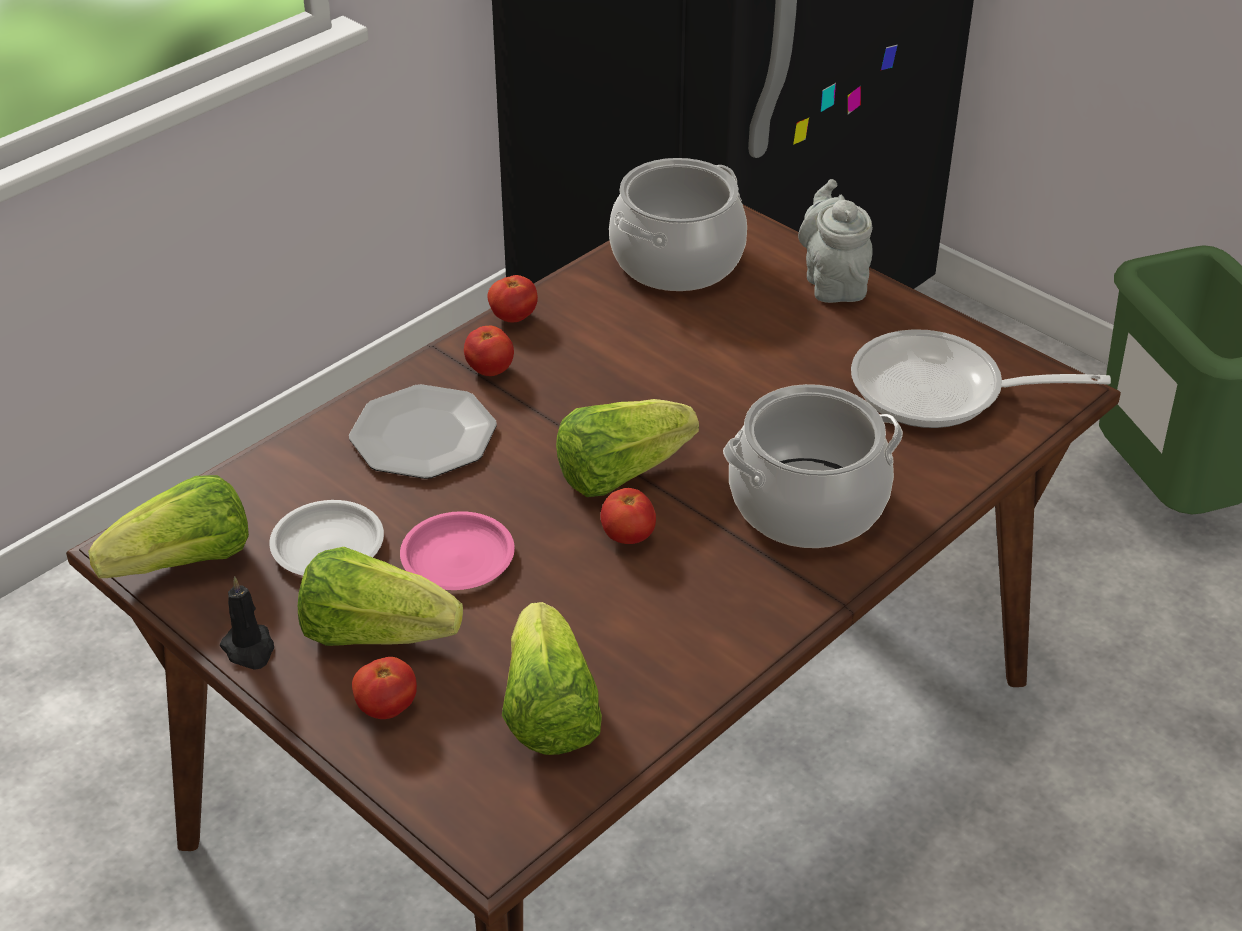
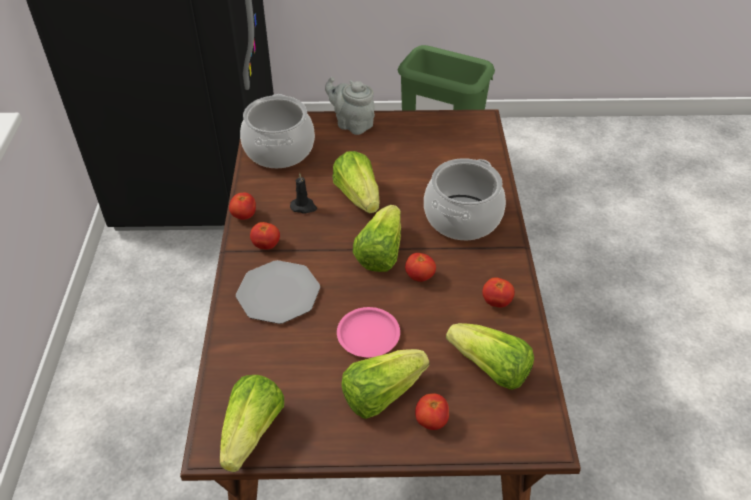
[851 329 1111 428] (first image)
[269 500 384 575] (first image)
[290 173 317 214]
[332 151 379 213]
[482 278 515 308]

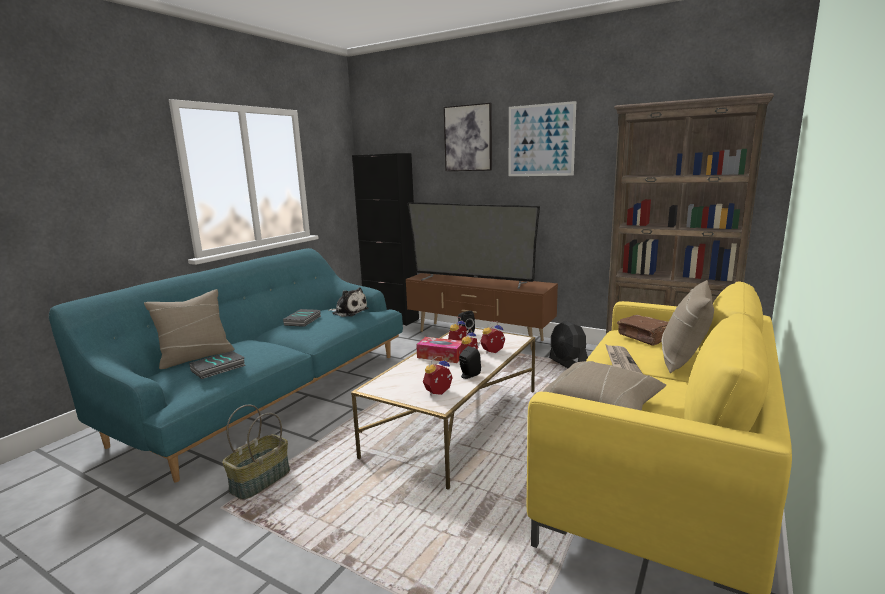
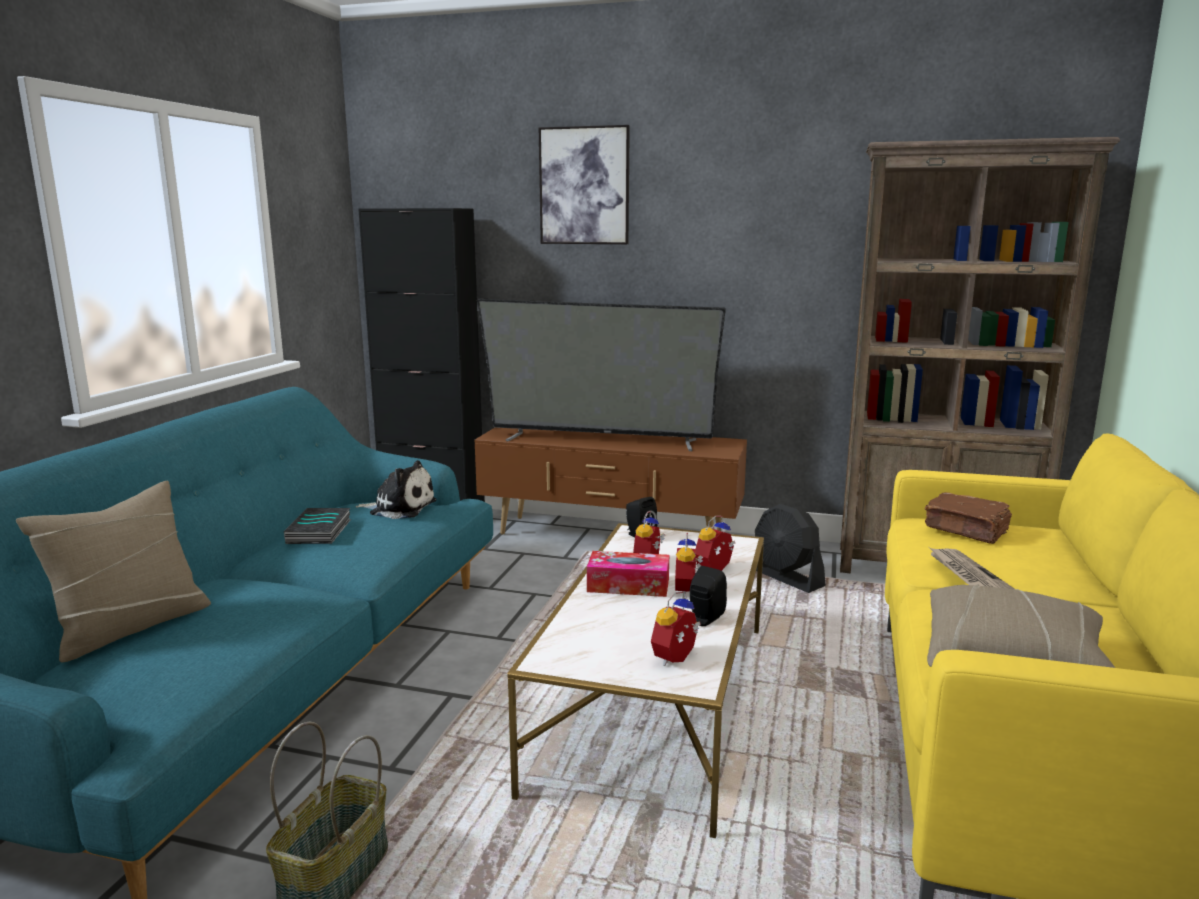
[509 101 576 176] (first image)
[661 280 714 373] (first image)
[189 351 246 379] (first image)

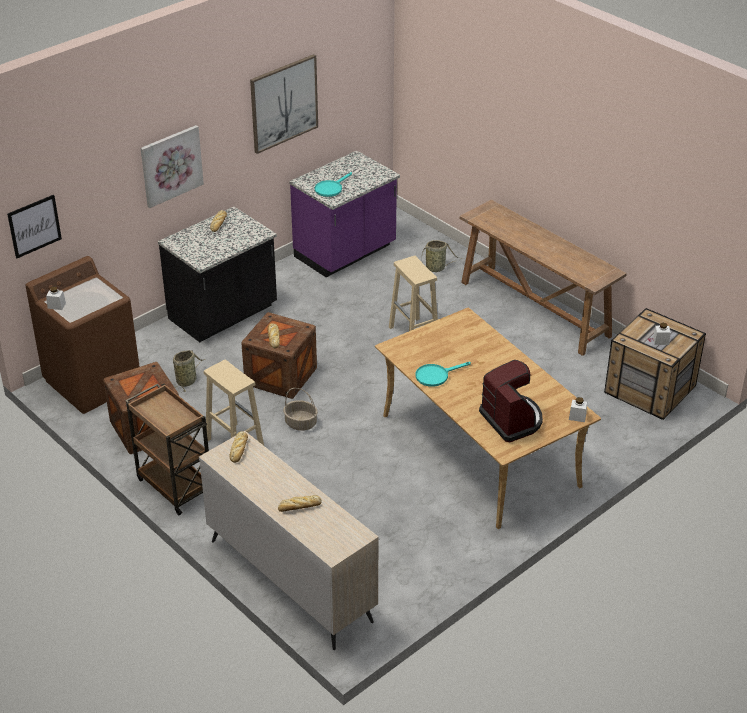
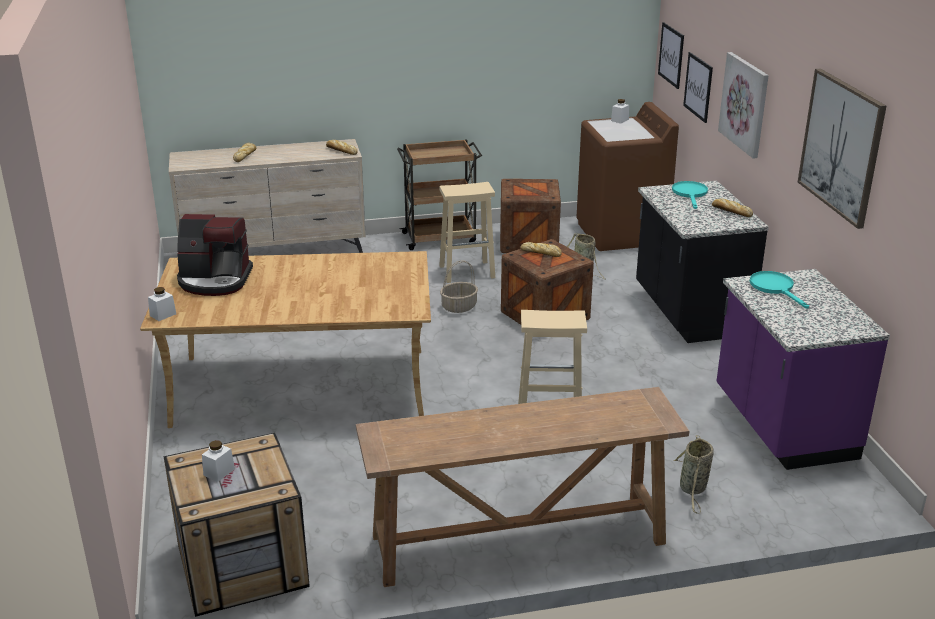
[672 181 708 209]
[683 52 713 123]

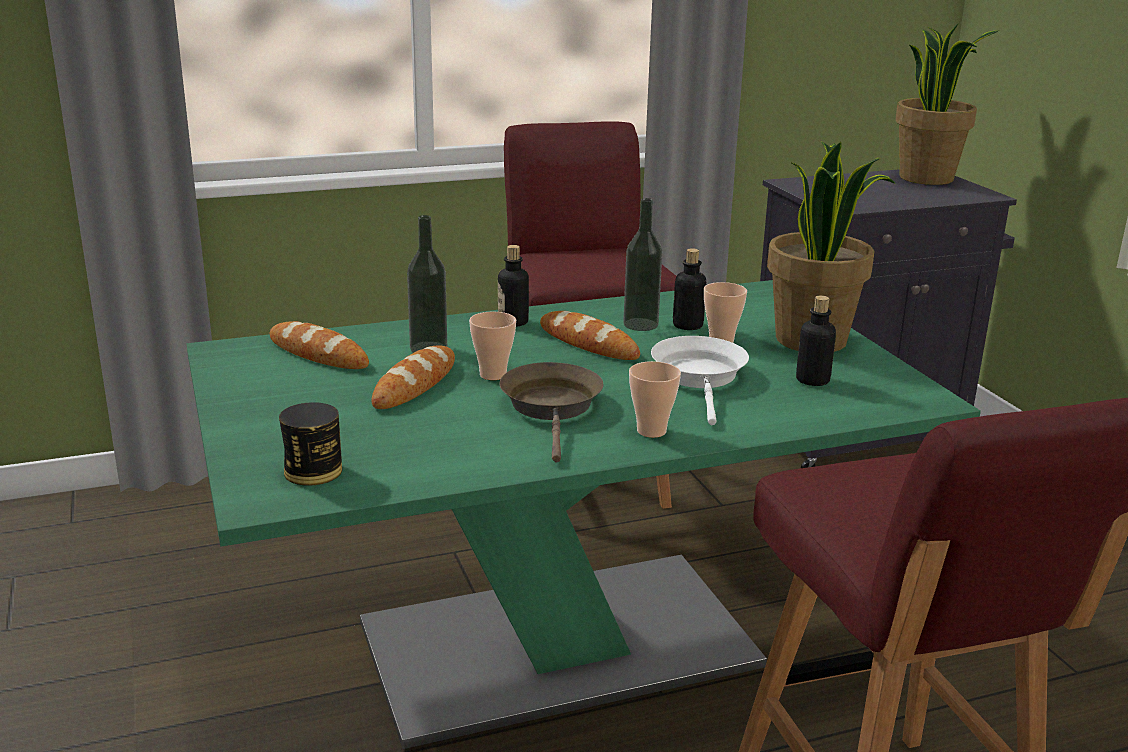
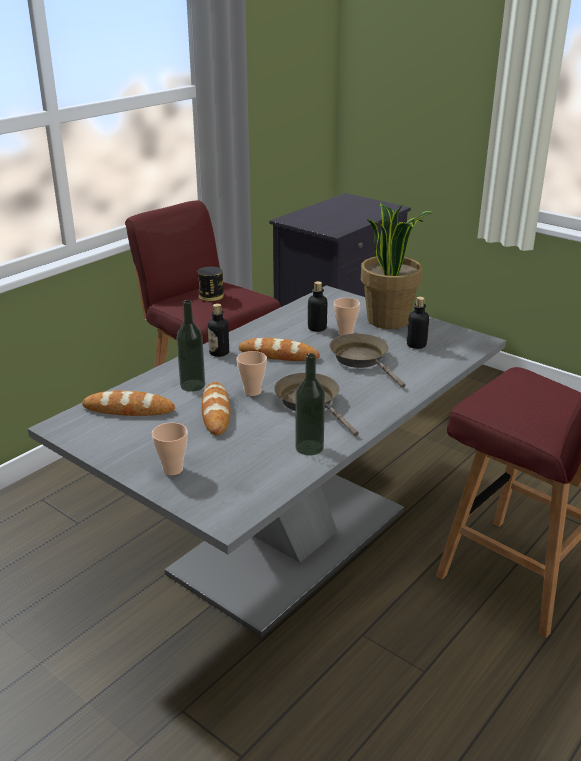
[895 23 999 185] (first image)
[295 353 325 456]
[28 285 506 637]
[329 334 406 388]
[152 423 188 475]
[197 267 224 302]

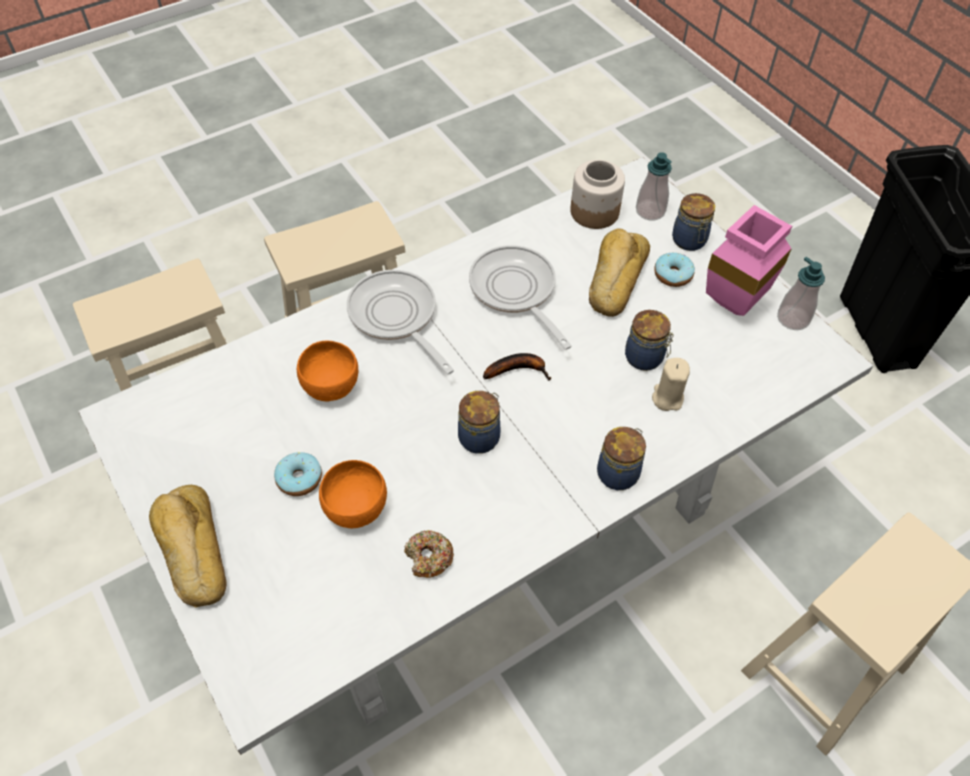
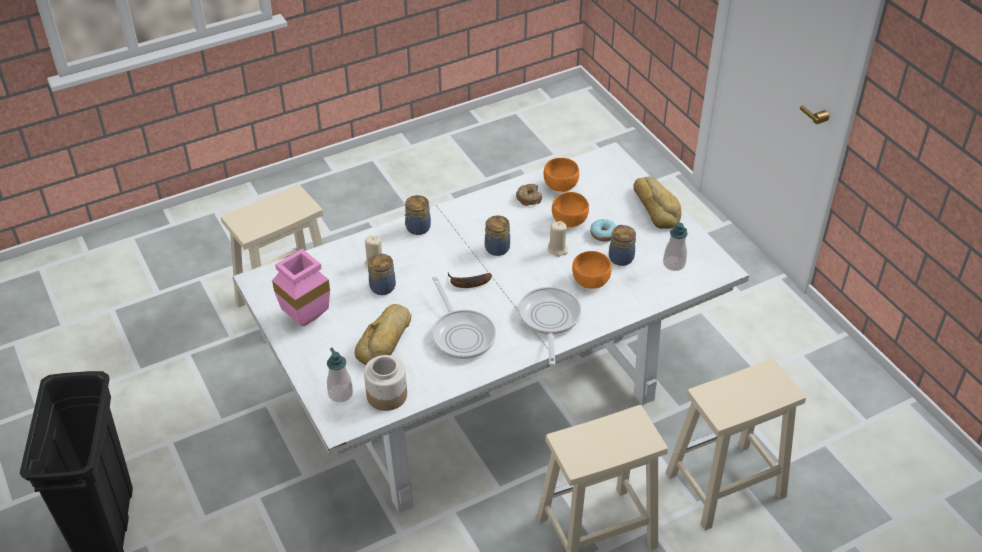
[609 225 636 266]
[654 253 695 287] (first image)
[663 223 688 271]
[518 287 581 365]
[543 158 579 192]
[548 221 568 257]

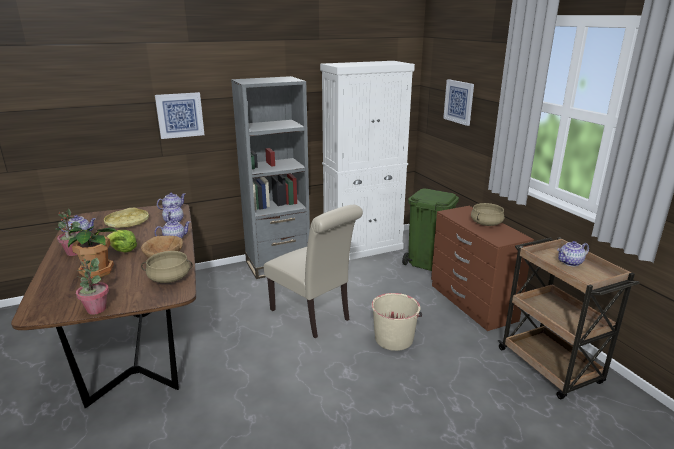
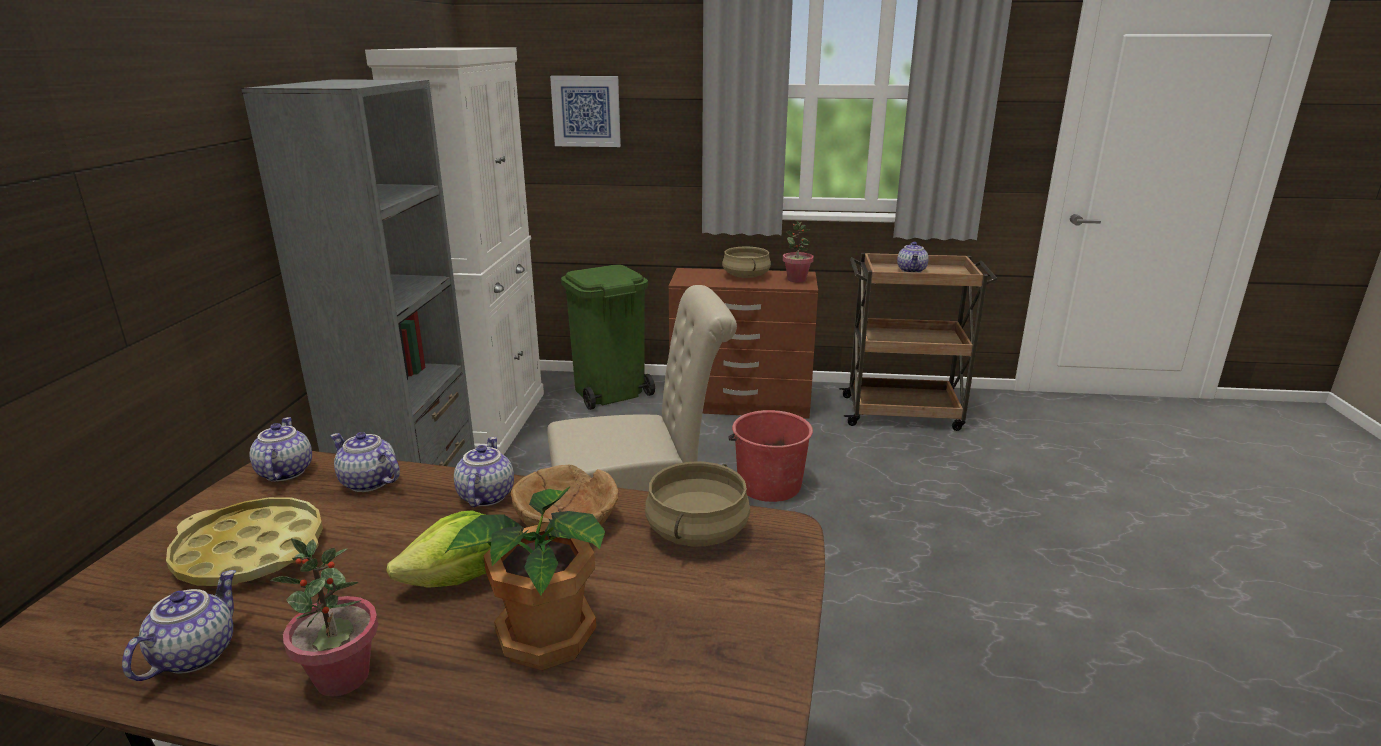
[155 92 205 139] (first image)
[783 221 814 283]
[729 410 813 502]

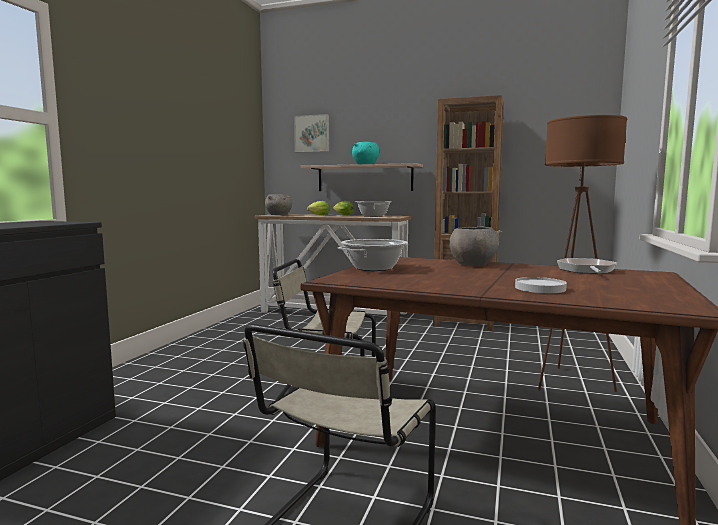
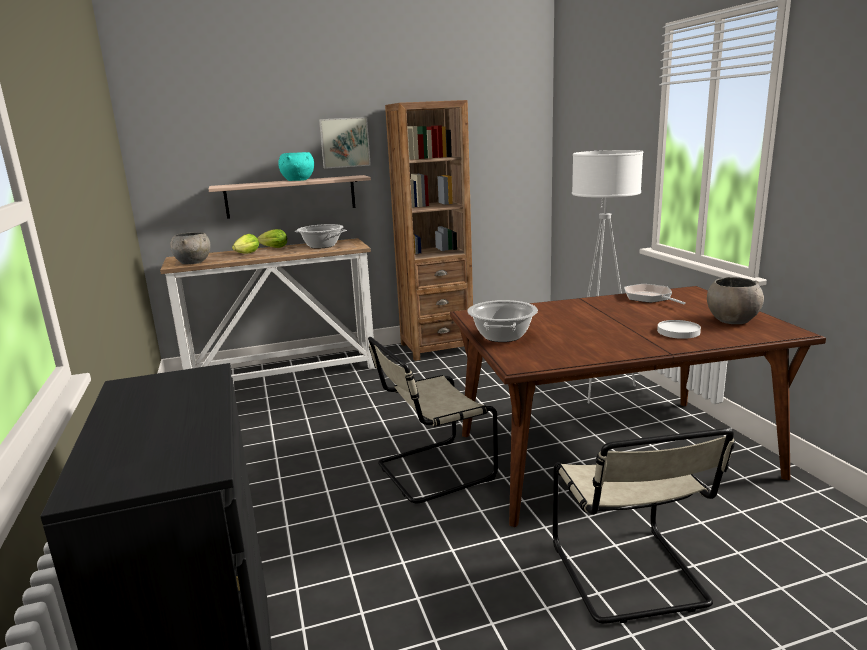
[319 117 371 169]
[572 150 643 403]
[707 277 764 324]

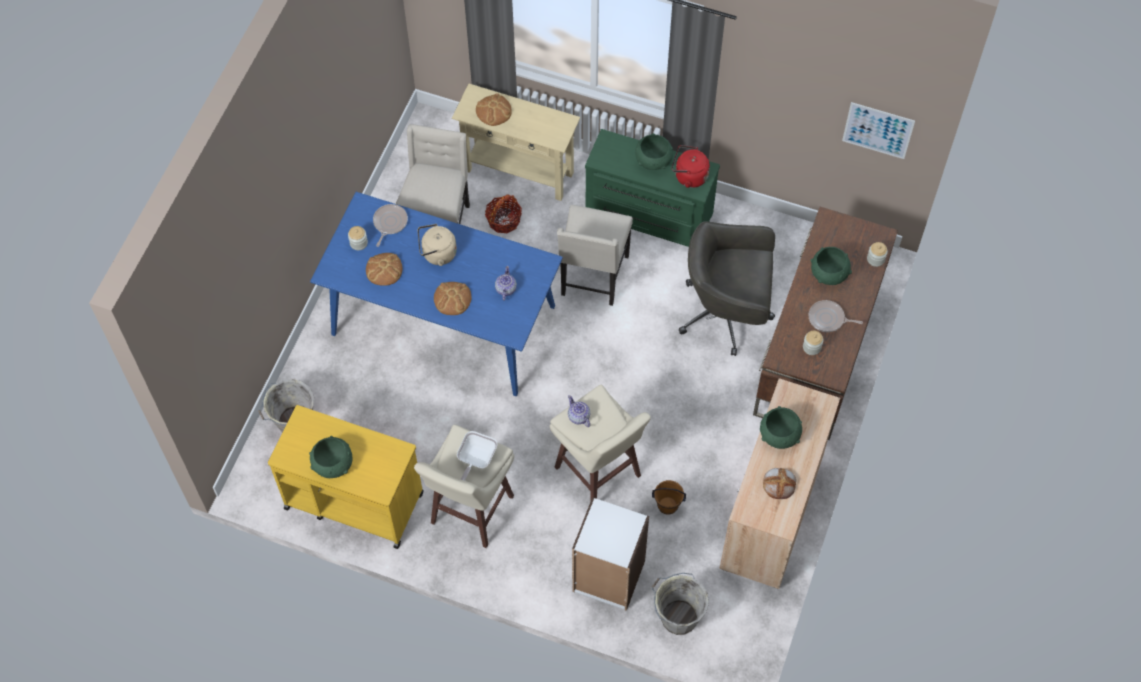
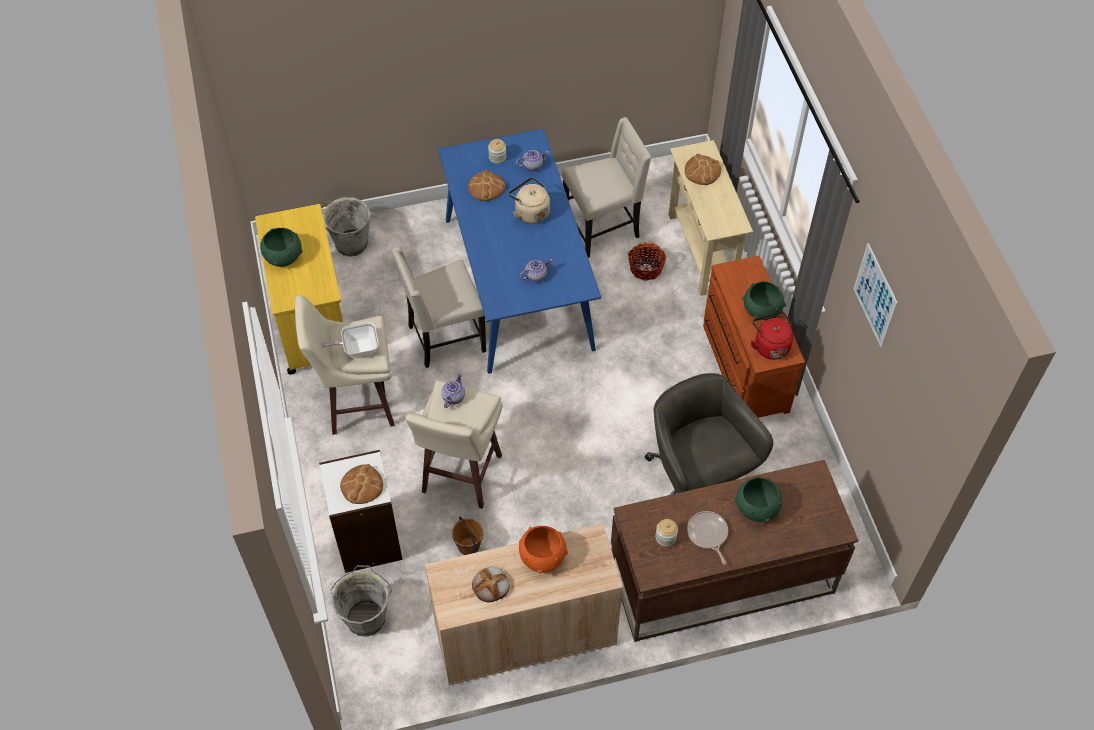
[854 243 898 347]
[703 256 805 418]
[516 150 549 171]
[392 247 486 368]
[867 242 888 267] (first image)
[340 464 383 504]
[519 526 568 574]

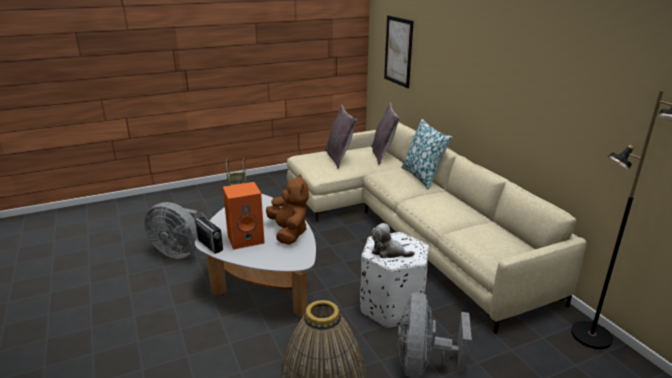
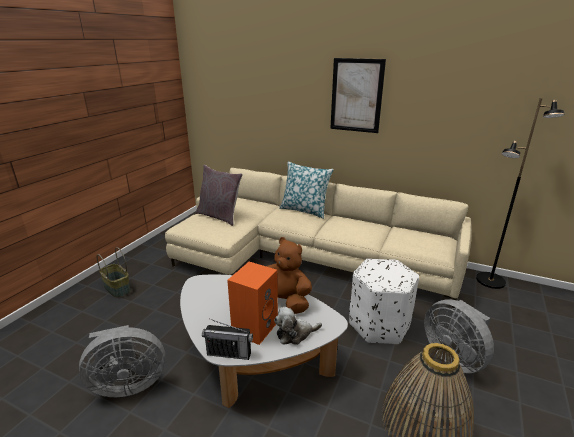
[330 58 386 133]
[371 103 400 165] (first image)
[274 307 322 345]

